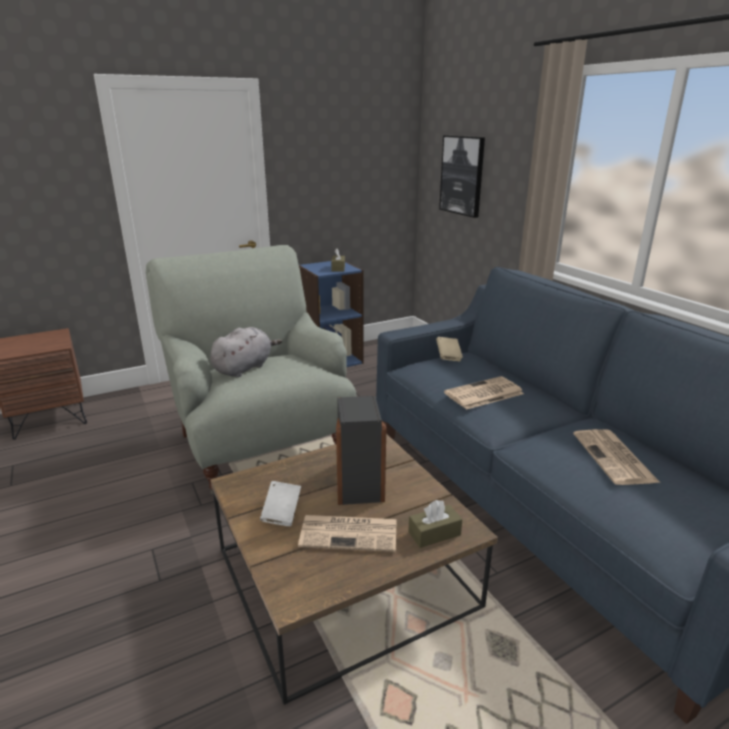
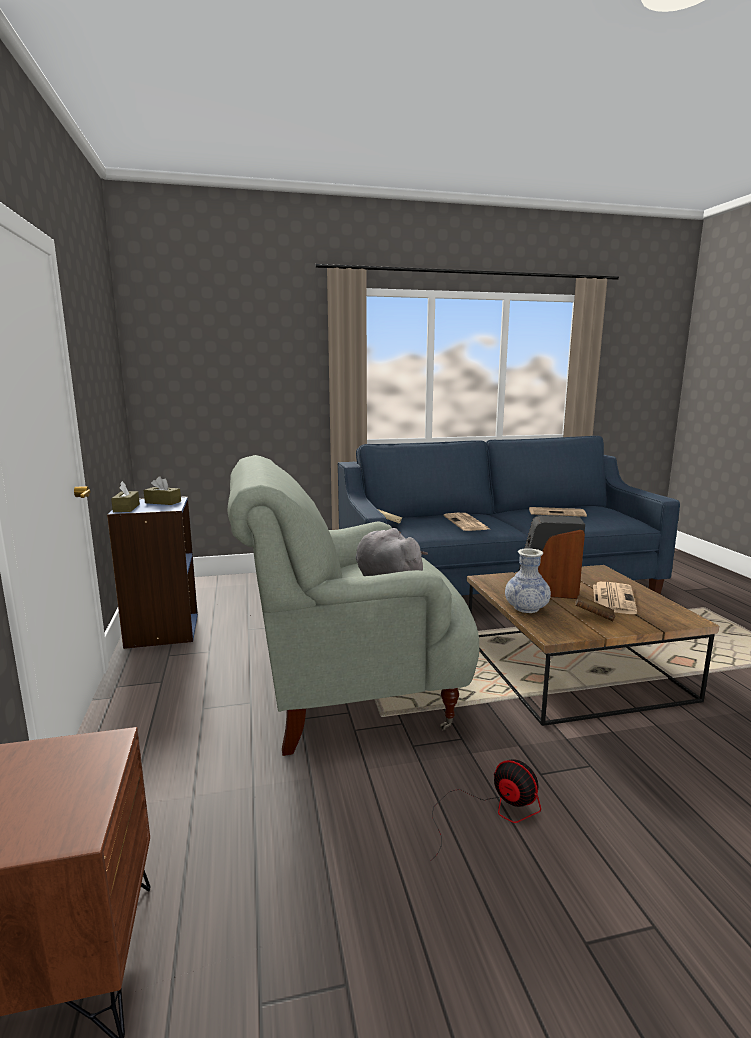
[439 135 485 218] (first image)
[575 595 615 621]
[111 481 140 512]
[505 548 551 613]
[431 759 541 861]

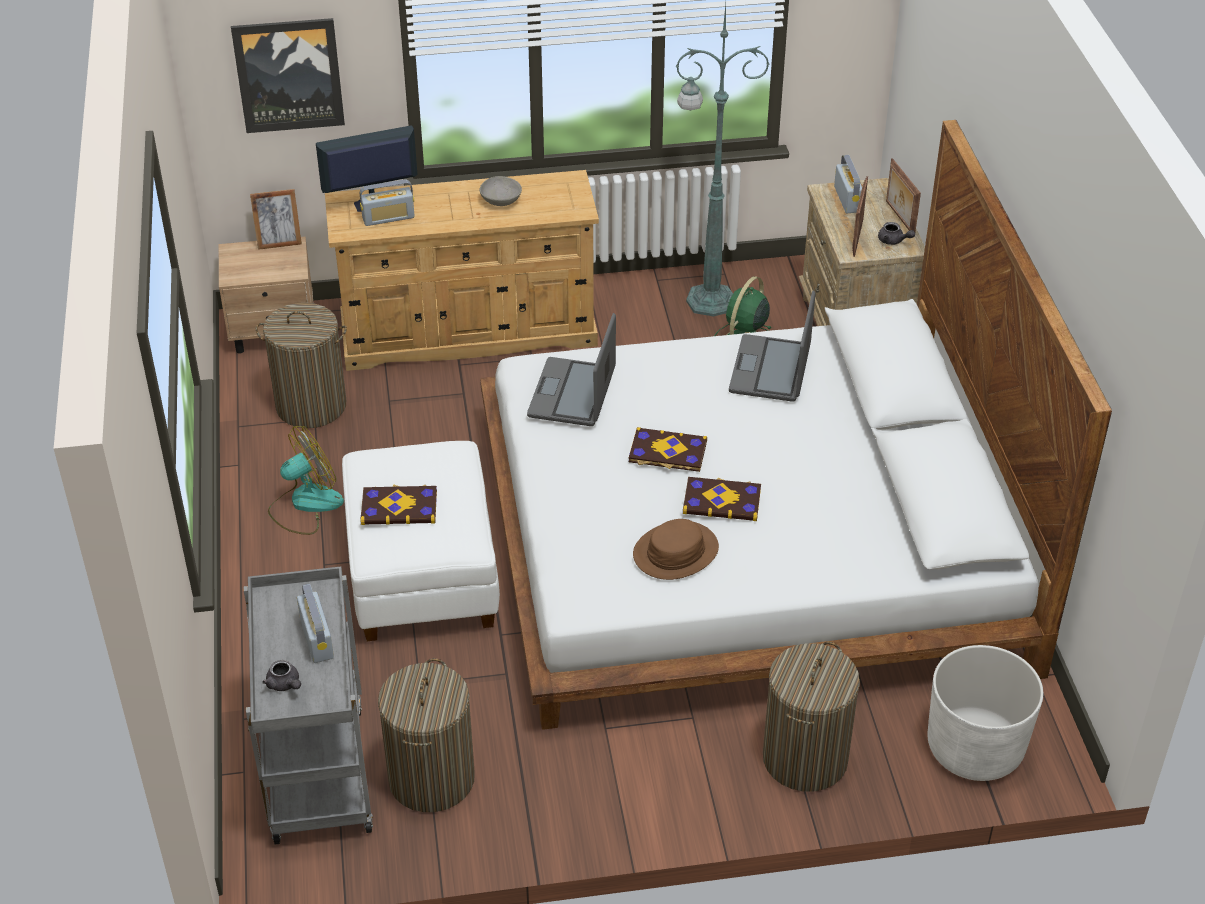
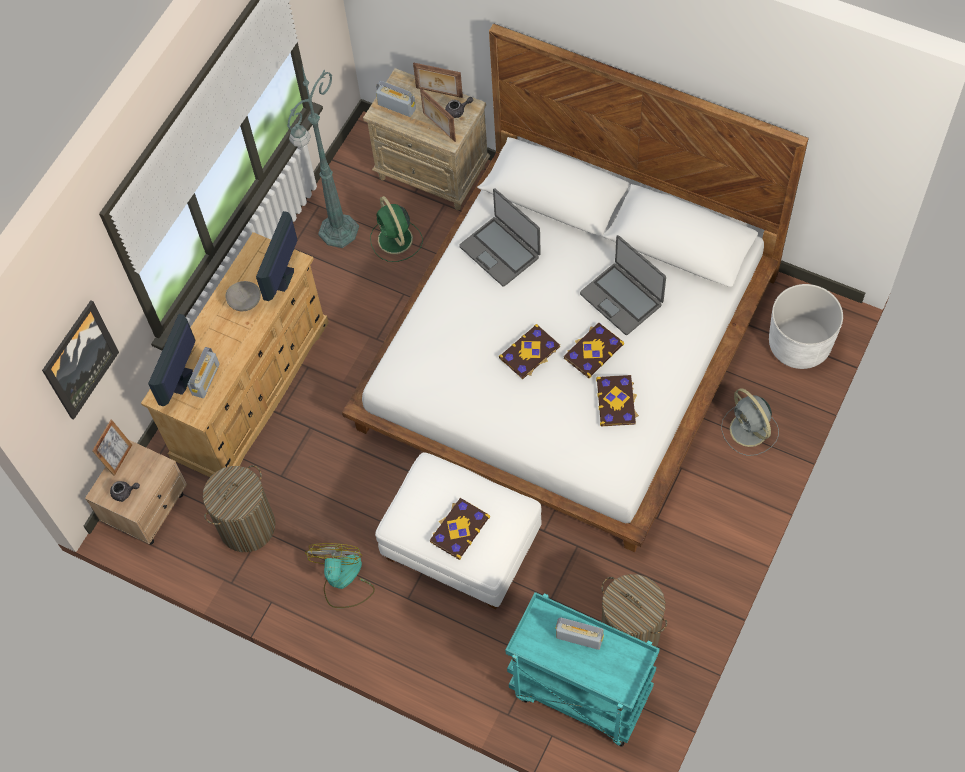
[580 235 666 335]
[596 375 639 426]
[505 592 660 747]
[721 388 779 456]
[110 481 140 502]
[256 211 297 301]

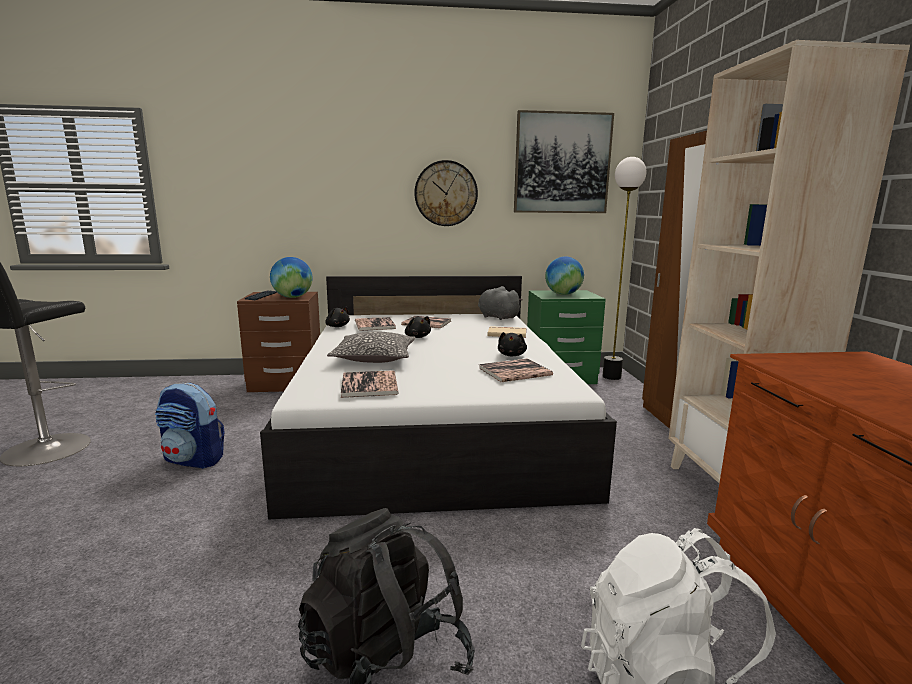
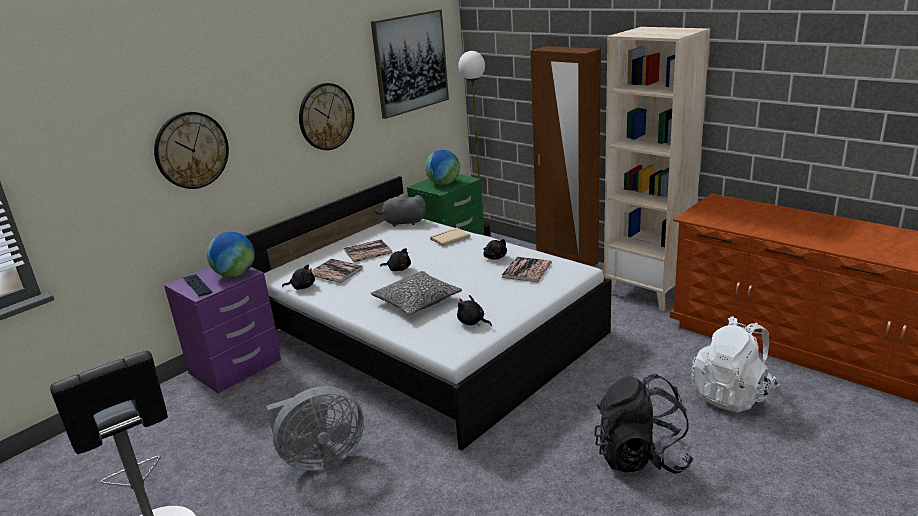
[164 267 281 393]
[457 295 492 327]
[266 386 364 471]
[154 112 229 189]

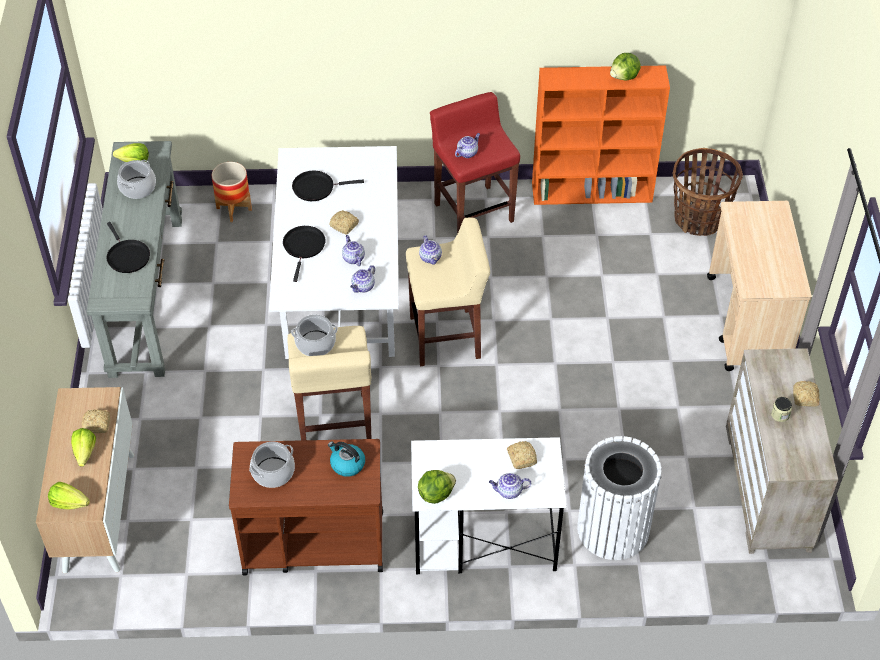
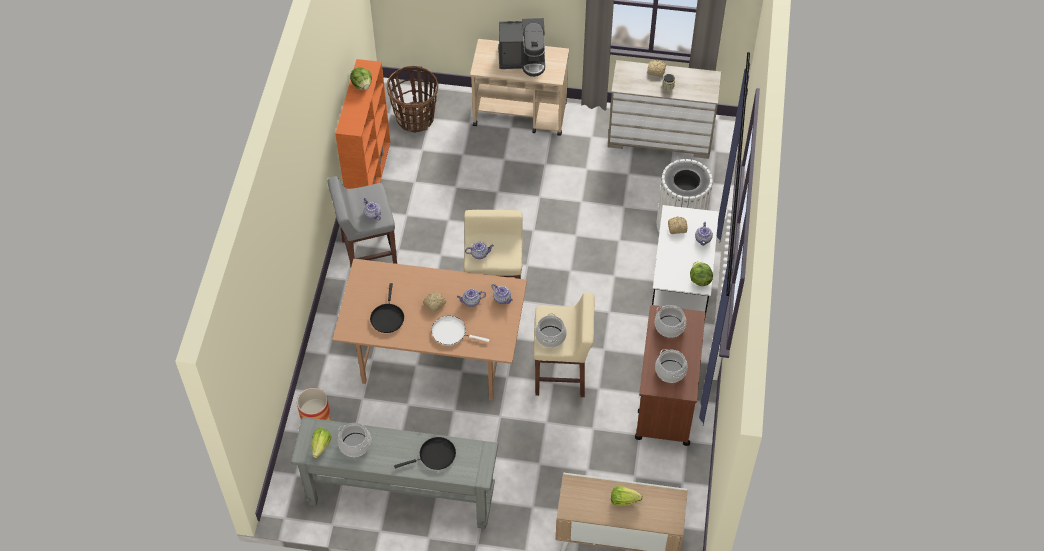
[328 176 397 267]
[332 259 527 400]
[431 316 490 345]
[82 409 110 433] (first image)
[655 305 686 338]
[48 482 90 510] (first image)
[498 18 545 77]

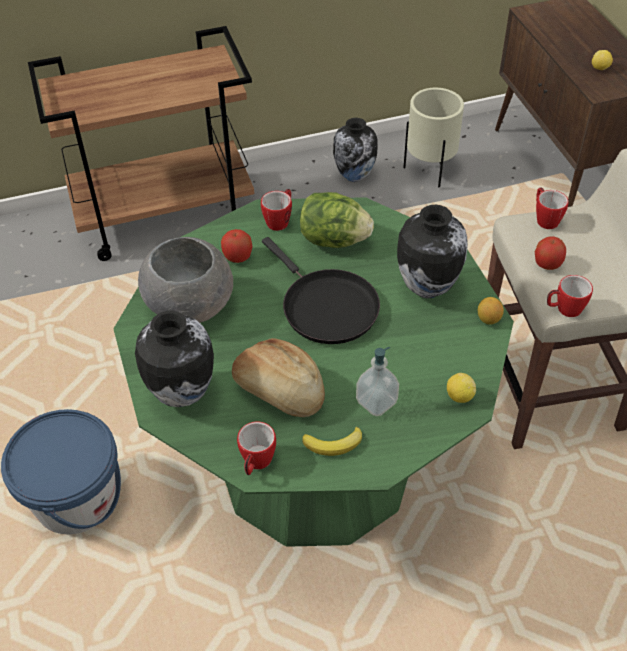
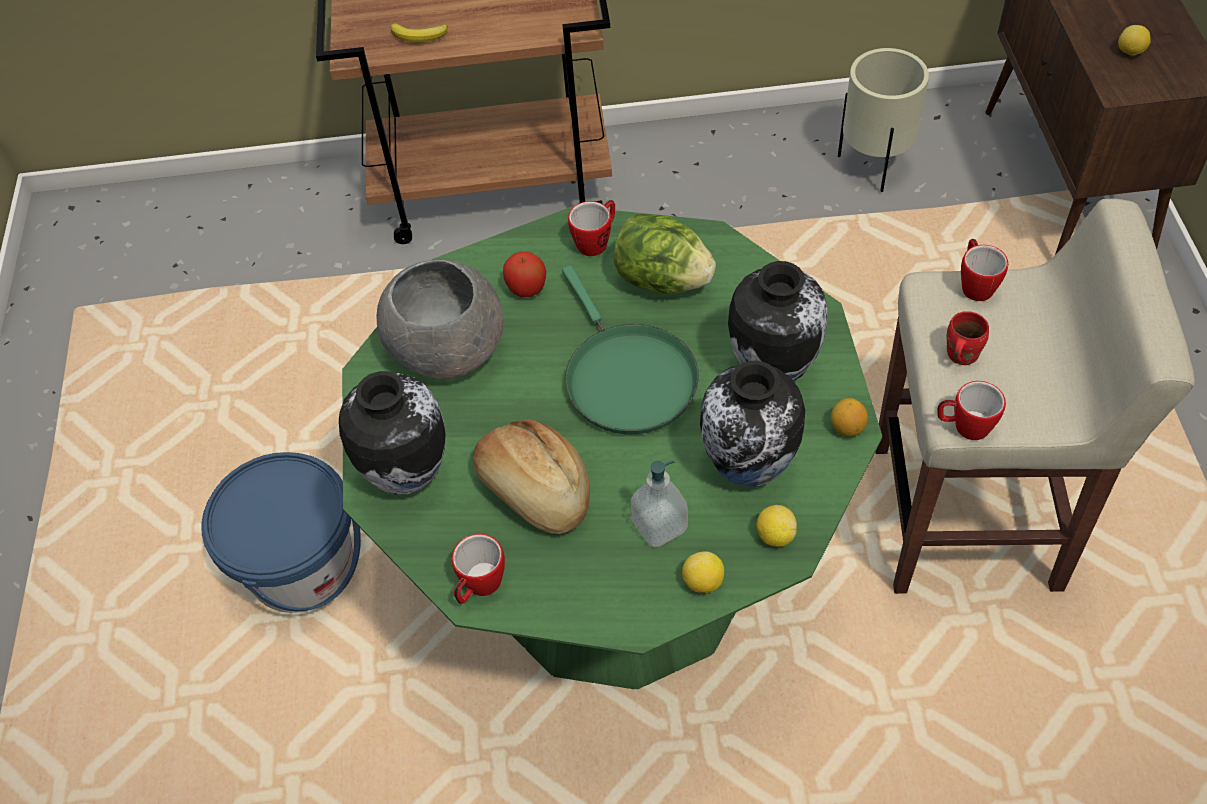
[700 361 805 487]
[947 311 989 365]
[562 265 699 435]
[391 23 448 43]
[682 551 724 593]

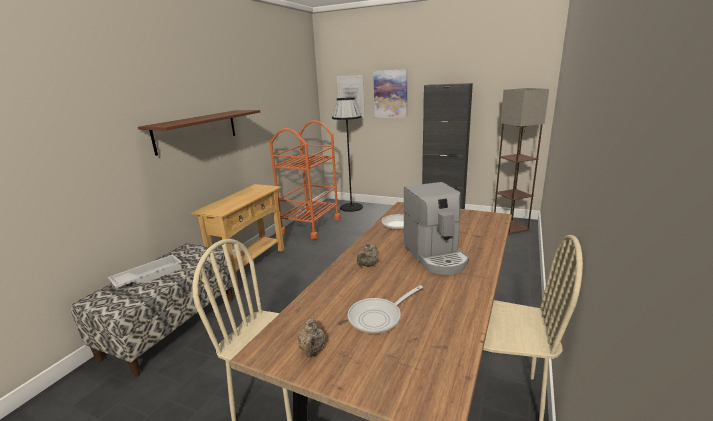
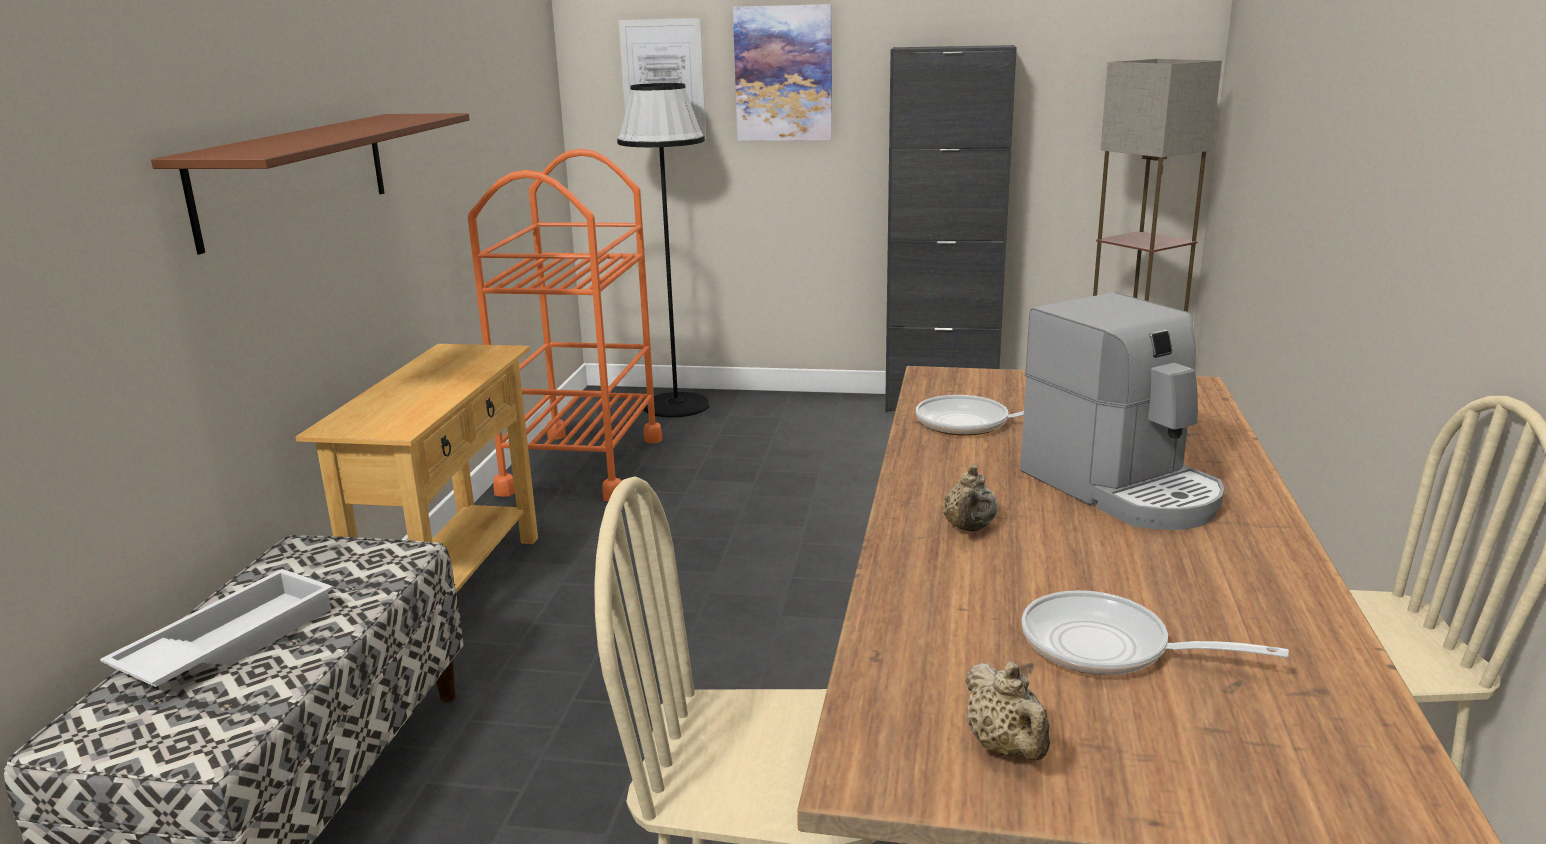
[1022 590 1289 675]

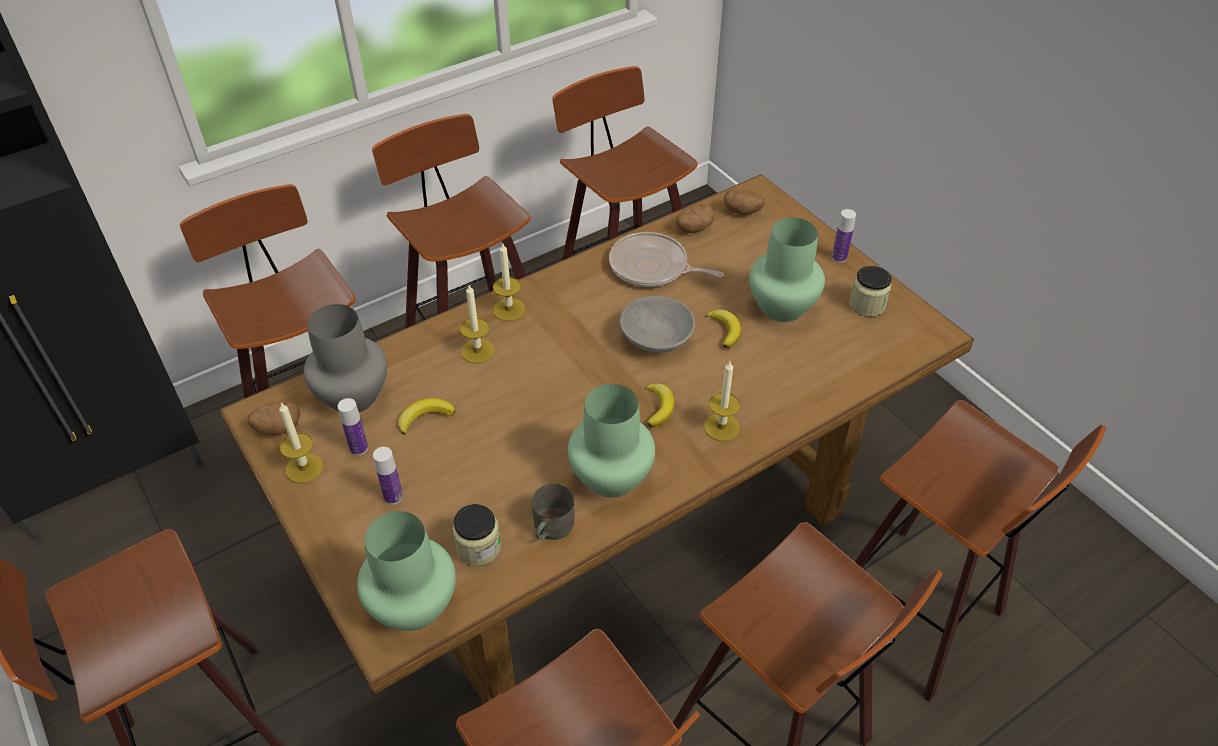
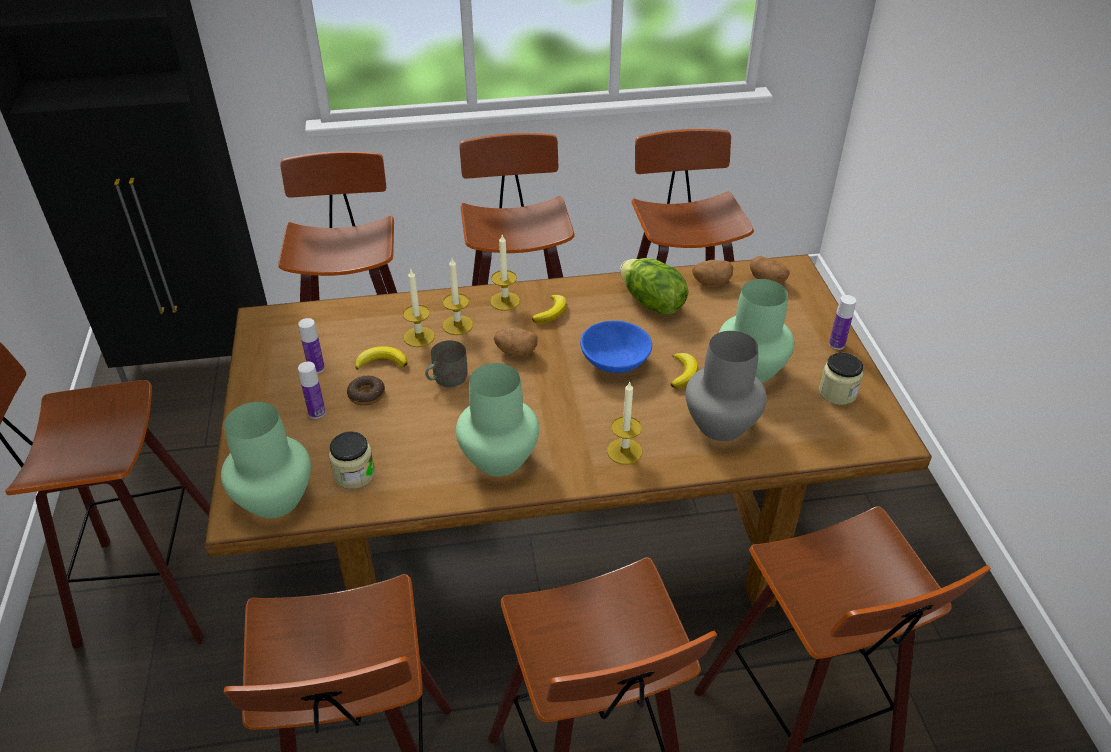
[620 258 689 315]
[580 321 652 373]
[685 331 767 441]
[532 295 566 324]
[494 328 538 356]
[403 270 435 347]
[425 340 468 387]
[347 376 385 406]

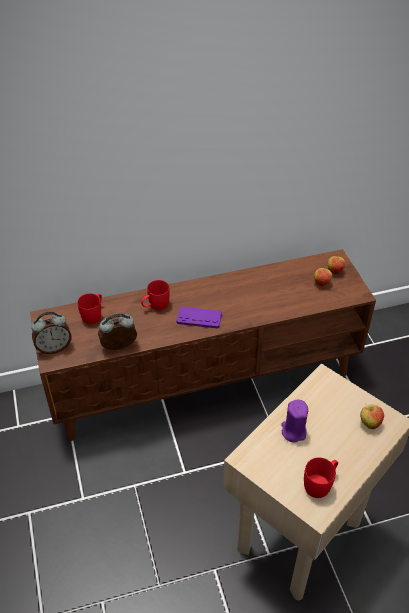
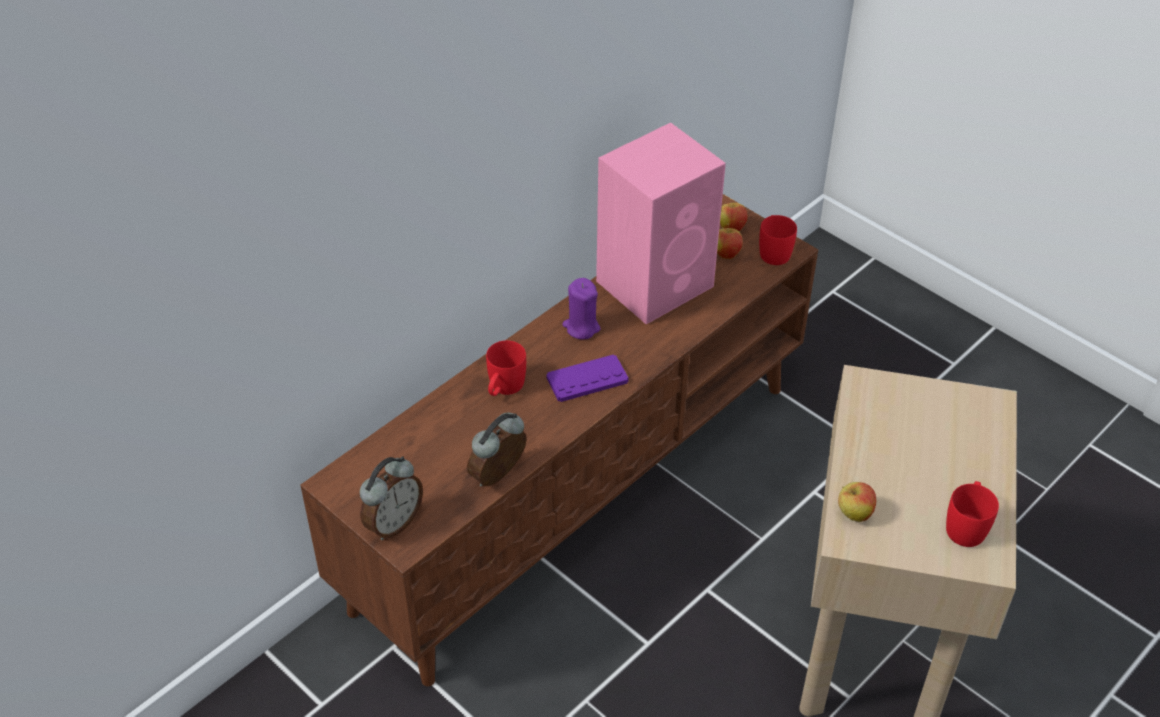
[759 215 797 265]
[563 278 600 339]
[838 482 876 522]
[596 123 726 324]

